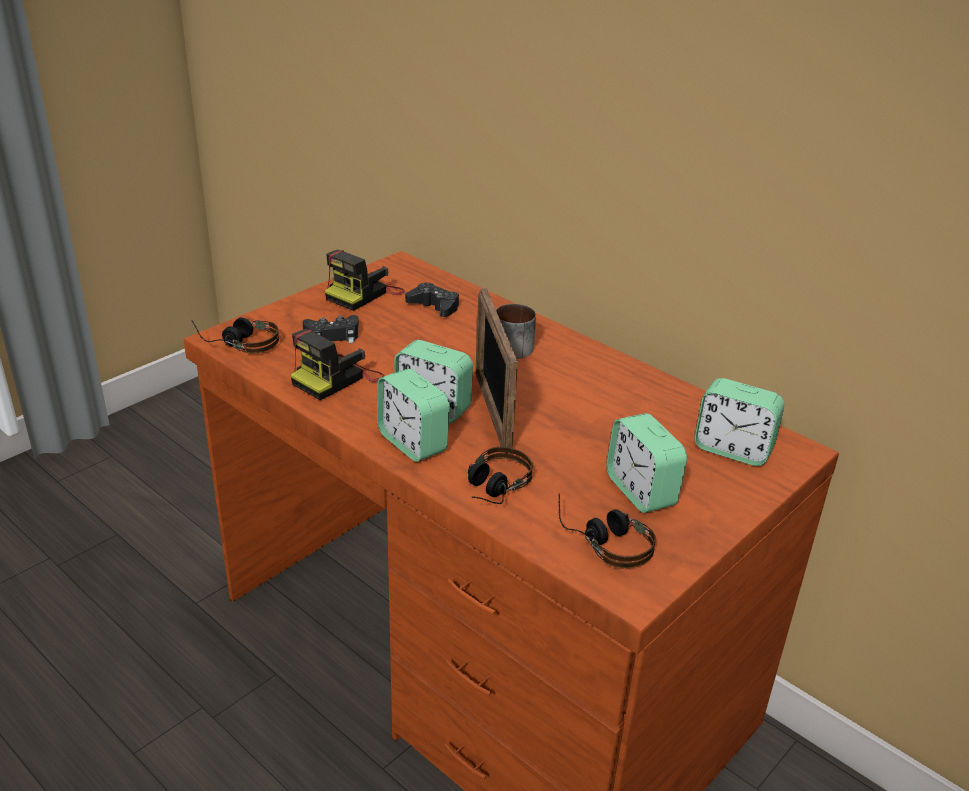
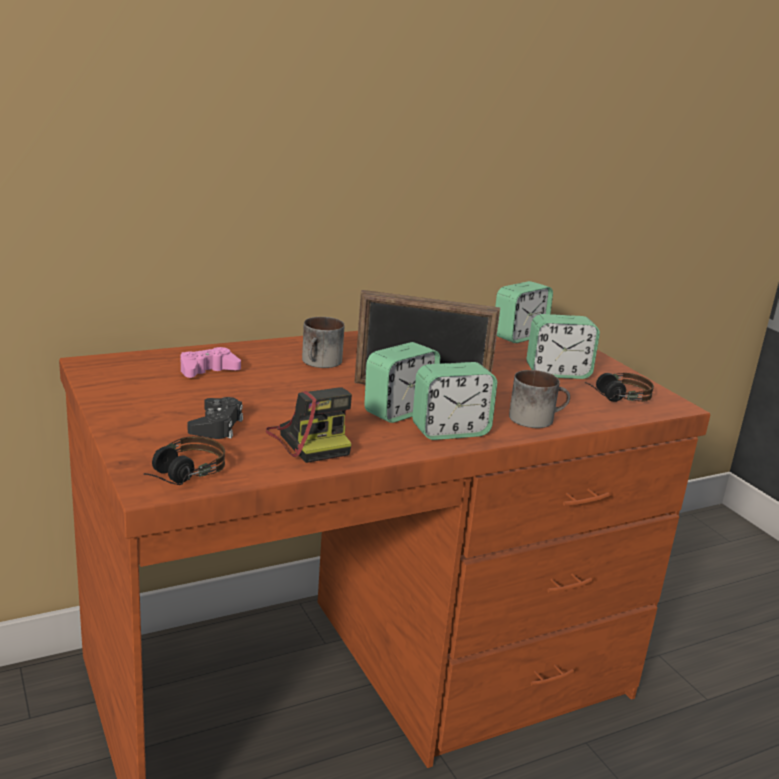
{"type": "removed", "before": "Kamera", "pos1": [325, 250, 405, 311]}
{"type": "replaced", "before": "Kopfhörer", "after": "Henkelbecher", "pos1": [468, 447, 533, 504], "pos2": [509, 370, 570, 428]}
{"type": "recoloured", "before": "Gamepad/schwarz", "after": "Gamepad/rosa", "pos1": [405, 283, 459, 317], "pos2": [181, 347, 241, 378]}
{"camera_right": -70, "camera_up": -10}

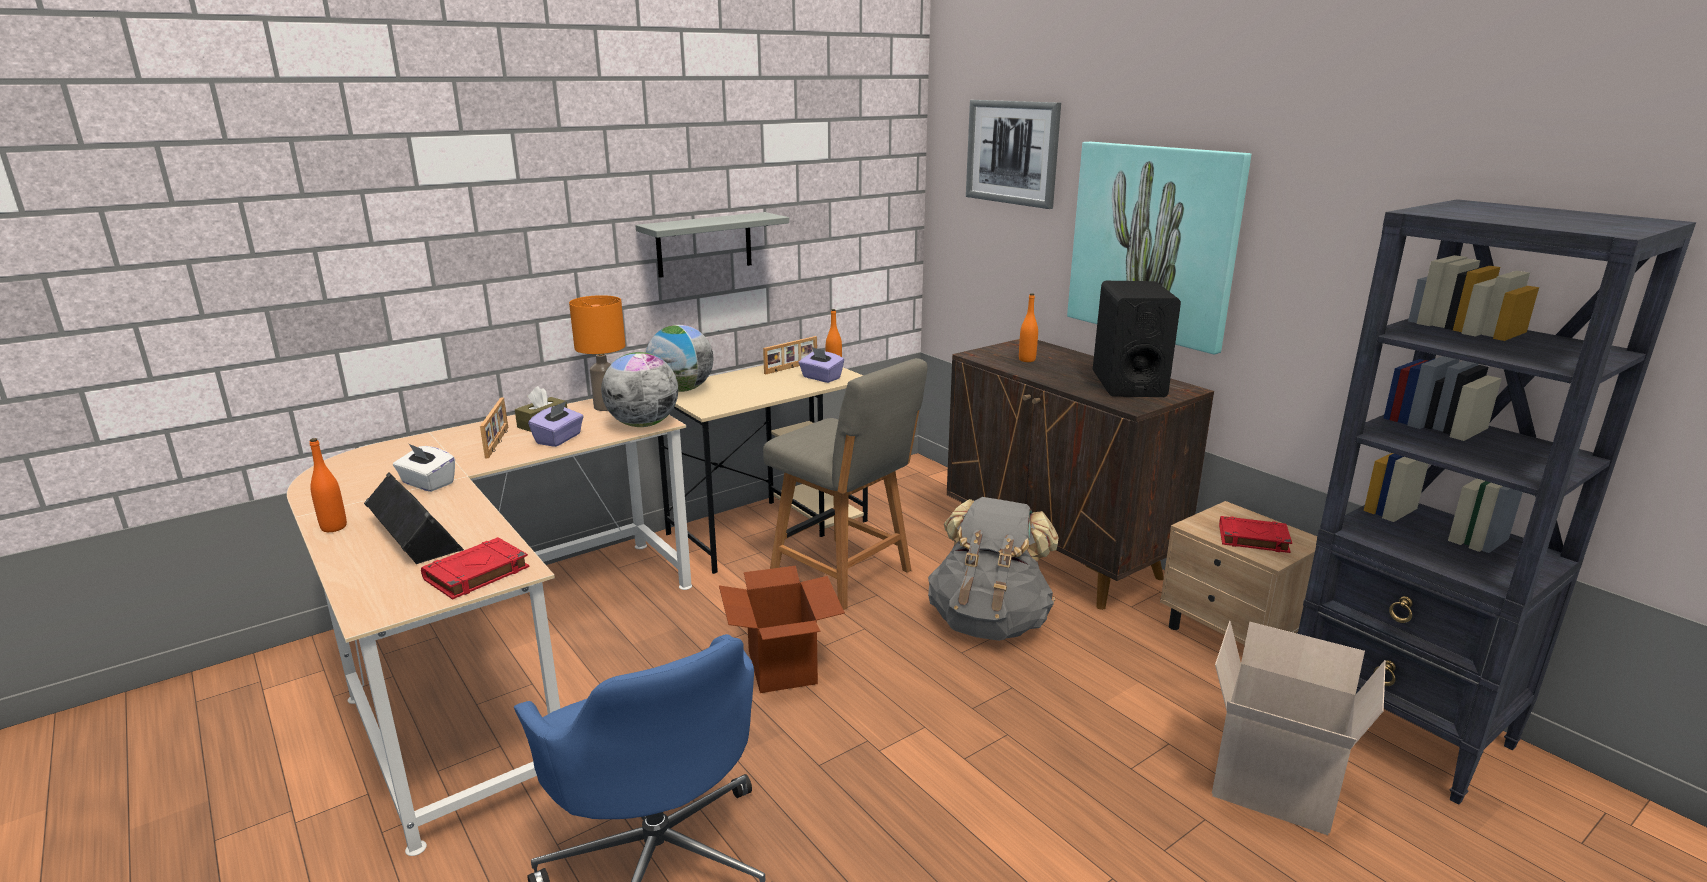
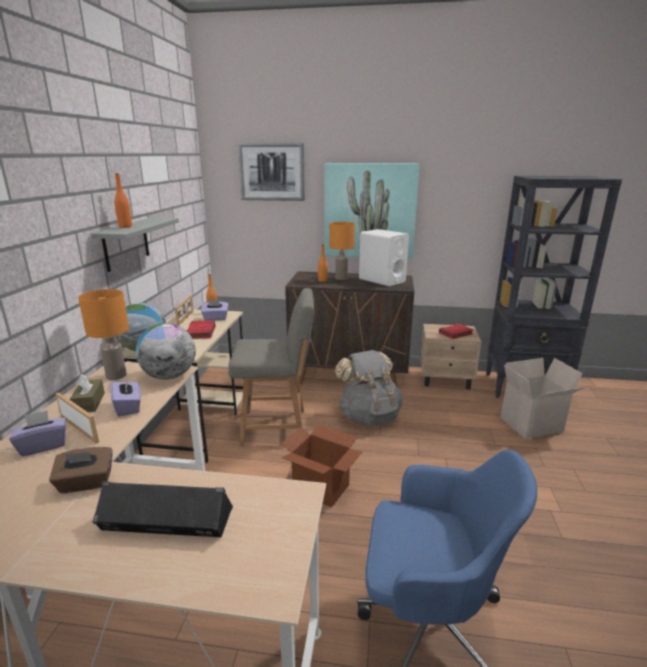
{"type": "added", "after": "Taschentuchbox/lila", "pos2": [9, 410, 66, 457]}
{"type": "added", "after": "Tischlampe/orange", "pos2": [329, 222, 355, 280]}
{"type": "moved", "before": "Flasche/orange", "pos1": [310, 438, 347, 532], "pos2": [115, 174, 132, 228]}
{"type": "moved", "before": "Buch/rot", "pos1": [421, 537, 529, 600], "pos2": [186, 320, 216, 339]}
{"type": "recoloured", "before": "Taschentuchbox/weiß", "after": "Taschentuchbox/braun", "pos1": [393, 443, 455, 492], "pos2": [49, 447, 113, 494]}
{"type": "recoloured", "before": "Lautsprecher/schwarz", "after": "Lautsprecher/weiß", "pos1": [1093, 281, 1181, 397], "pos2": [359, 229, 409, 286]}
{"camera_right": -45, "camera_up": 0}

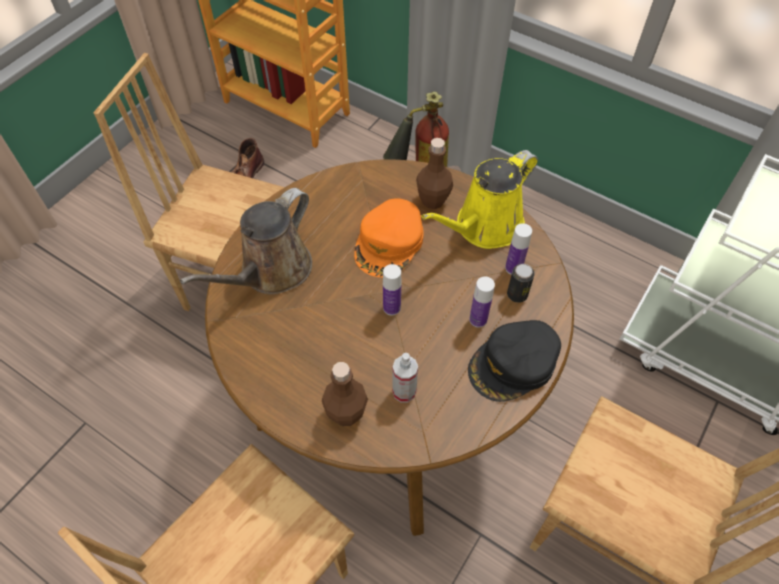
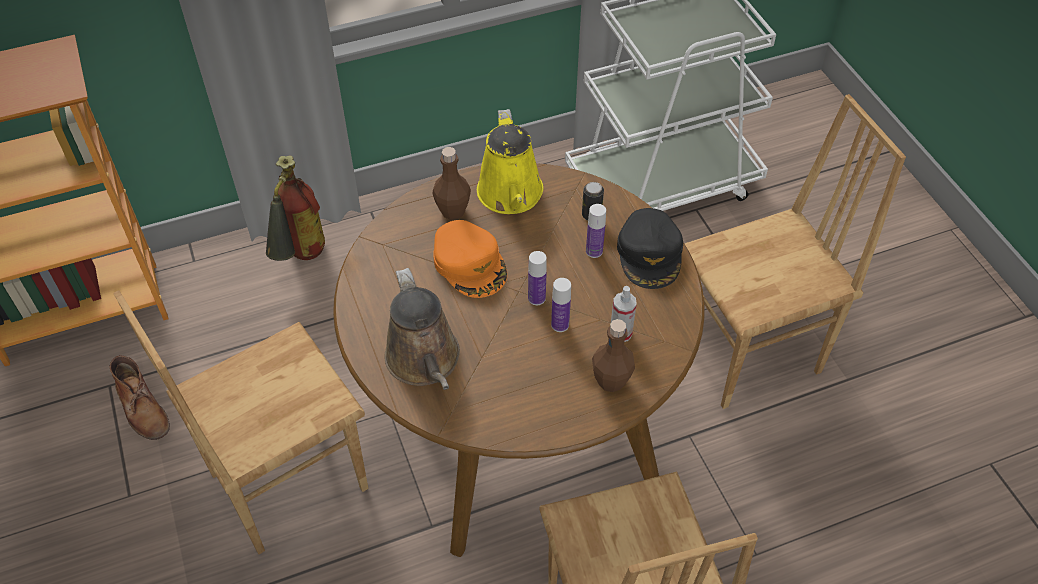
{"type": "moved", "before": "Flasche", "pos1": [505, 223, 532, 275], "pos2": [551, 278, 571, 332]}
{"camera_right": -55, "camera_up": -5}

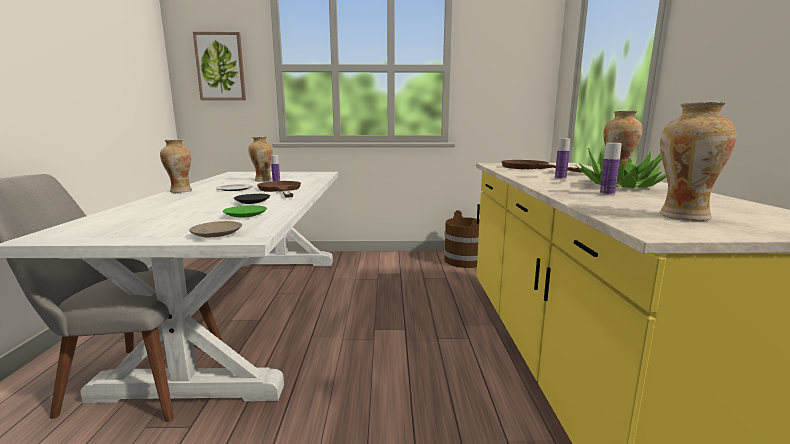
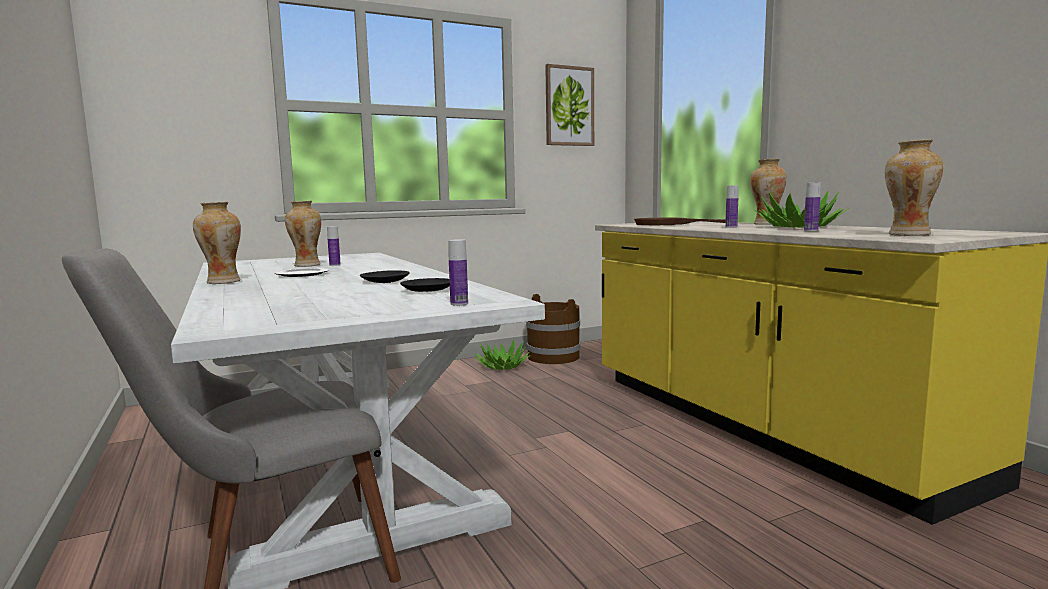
{"type": "removed", "before": "Pfanne/braun", "pos1": [257, 181, 301, 198]}
{"type": "added", "after": "Topfpflanze", "pos2": [474, 339, 530, 370]}
{"type": "moved", "before": "Bild", "pos1": [193, 32, 246, 100], "pos2": [545, 64, 594, 146]}
{"type": "replaced", "before": "Teller/beige", "after": "Flasche", "pos1": [189, 221, 242, 238], "pos2": [448, 239, 468, 306]}
{"type": "recoloured", "before": "Teller/grün", "after": "Teller/schwarz", "pos1": [223, 205, 267, 218], "pos2": [400, 278, 450, 292]}
{"camera_right": -25, "camera_up": -5}

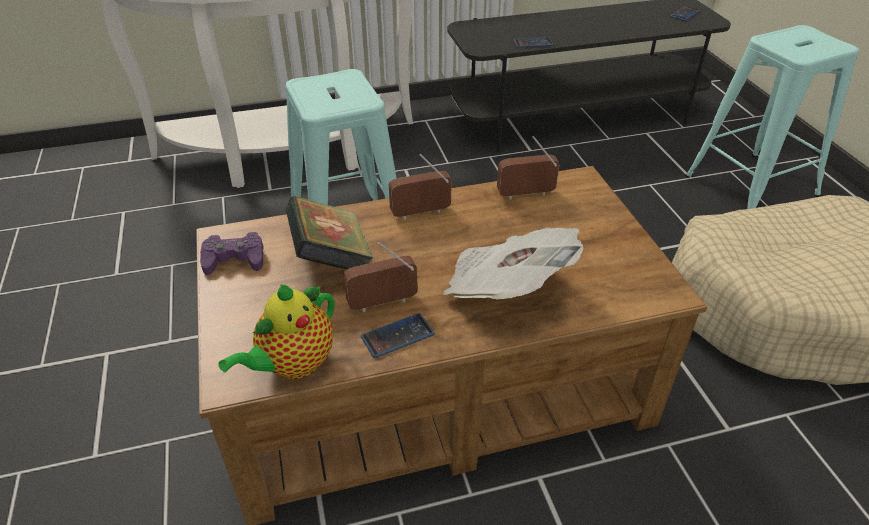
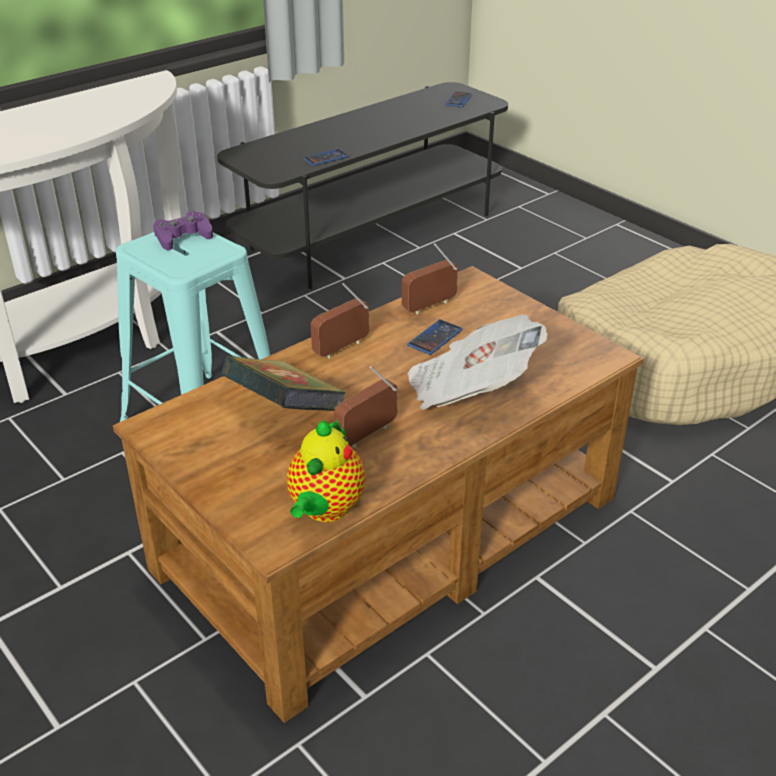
{"type": "removed", "before": "Hocker/türkis", "pos1": [685, 25, 859, 209]}
{"type": "moved", "before": "Gamepad/lila", "pos1": [200, 232, 264, 275], "pos2": [153, 211, 213, 250]}
{"type": "moved", "before": "Handy", "pos1": [361, 313, 435, 358], "pos2": [407, 319, 463, 355]}
{"camera_right": -25, "camera_up": -5}

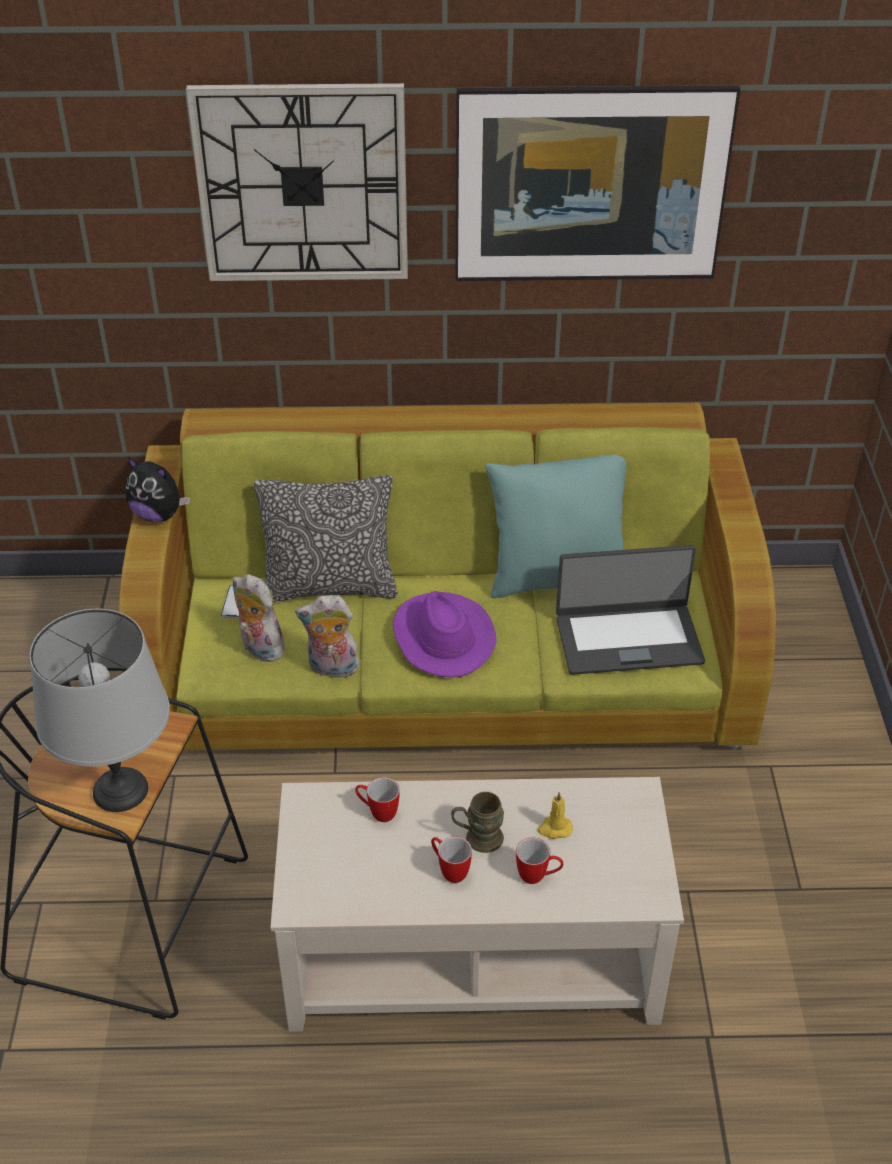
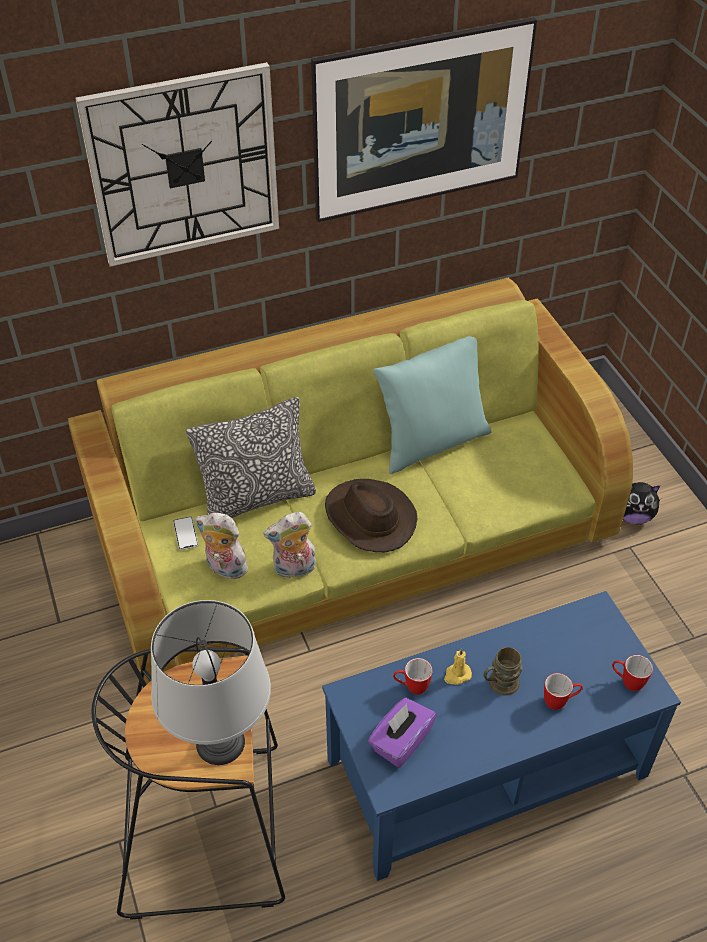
{"type": "removed", "before": "Laptop", "pos1": [556, 545, 705, 675]}
{"type": "added", "after": "Taschentuchbox/lila", "pos2": [368, 698, 436, 768]}
{"type": "moved", "before": "Plüschtier", "pos1": [126, 457, 190, 522], "pos2": [623, 482, 661, 524]}
{"type": "moved", "before": "Henkelbecher", "pos1": [431, 836, 472, 883], "pos2": [612, 655, 653, 691]}
{"type": "moved", "before": "Kerze/gelb", "pos1": [538, 792, 573, 839], "pos2": [444, 648, 472, 685]}
{"type": "recoloured", "before": "Couchtisch/beige", "after": "Couchtisch/blau", "pos1": [270, 777, 684, 1032], "pos2": [322, 591, 681, 881]}
{"type": "recoloured", "before": "Hut/lila", "after": "Hut/braun", "pos1": [393, 591, 497, 678], "pos2": [325, 479, 417, 552]}
{"camera_right": -20, "camera_up": 5}

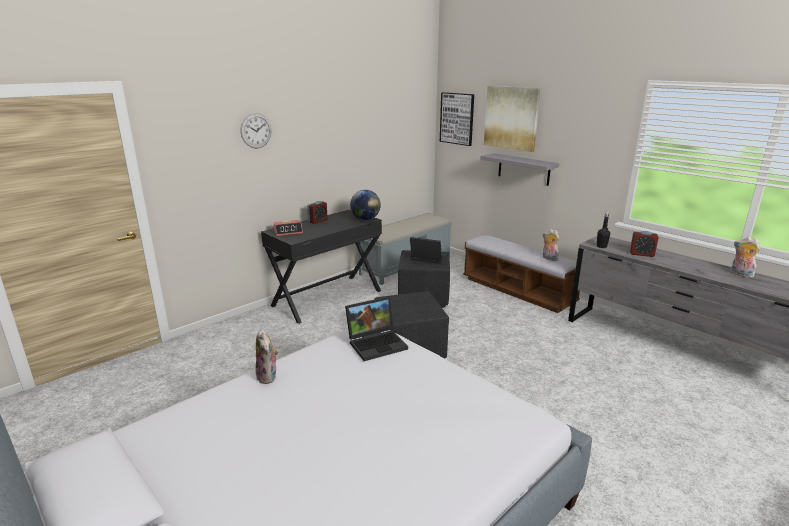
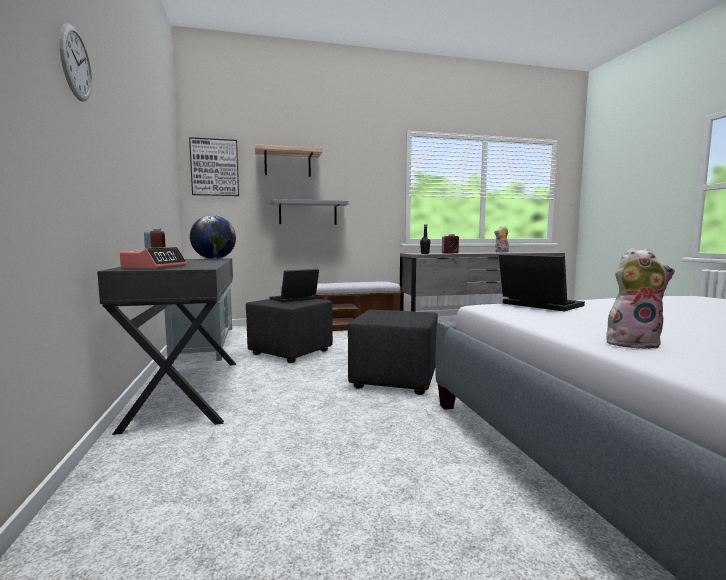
{"type": "removed", "before": "Plüschtier", "pos1": [543, 229, 559, 261]}
{"type": "replaced", "before": "Bild", "after": "Wandregal", "pos1": [484, 86, 541, 152], "pos2": [255, 144, 323, 177]}
{"type": "turned", "before": "Laptop", "pos1": [345, 297, 408, 361], "pos2": [499, 253, 585, 312], "turn": -45}
{"camera_right": -60, "camera_up": -15}

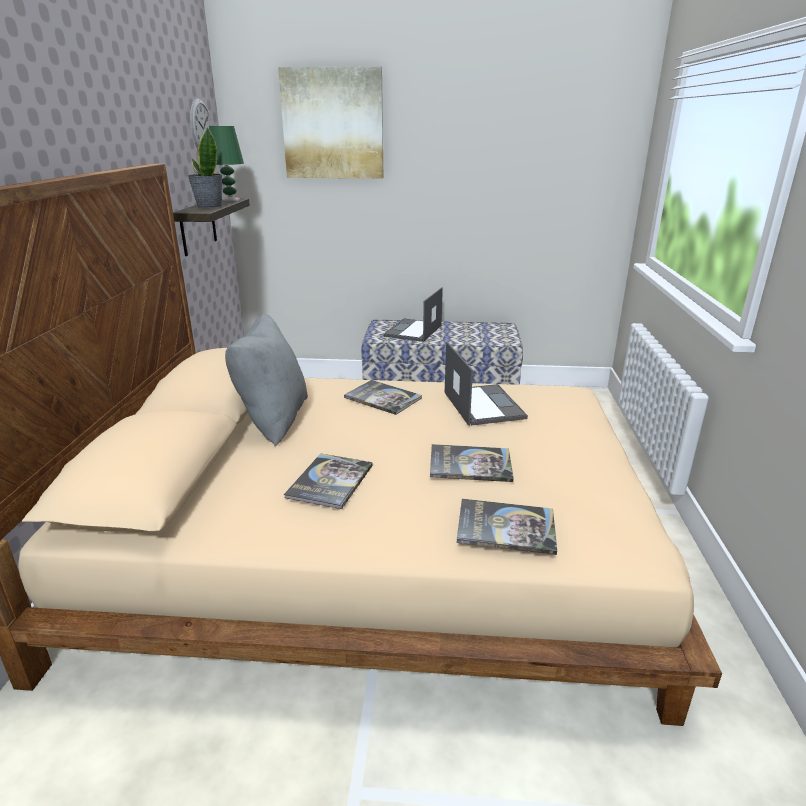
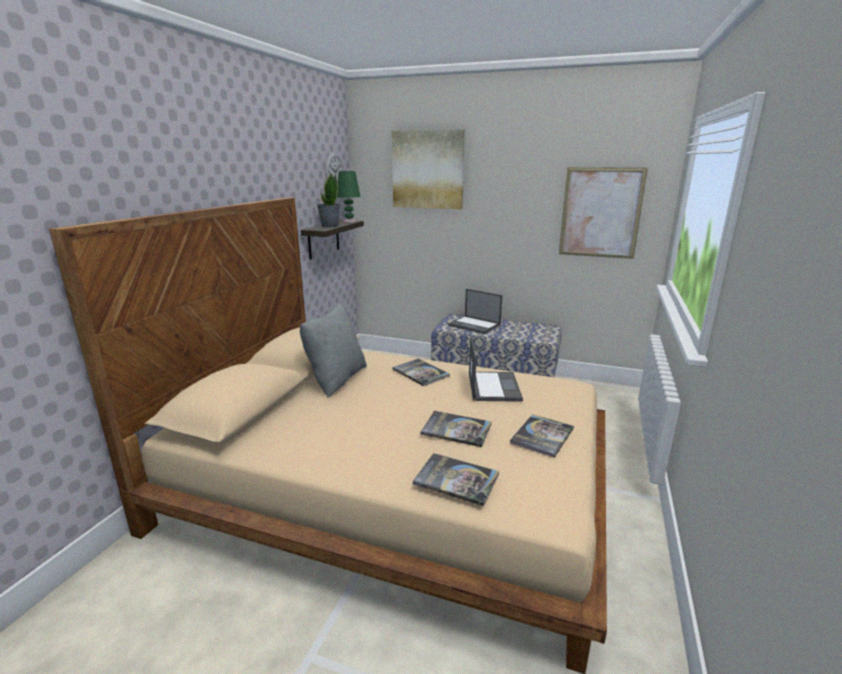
{"type": "added", "after": "Bild", "pos2": [559, 167, 648, 259]}
{"type": "moved", "before": "Buch", "pos1": [284, 453, 373, 509], "pos2": [510, 414, 574, 458]}
{"type": "turned", "before": "Laptop", "pos1": [384, 287, 443, 342], "pos2": [448, 289, 502, 334], "turn": -90}
{"camera_right": 15, "camera_up": -5}

